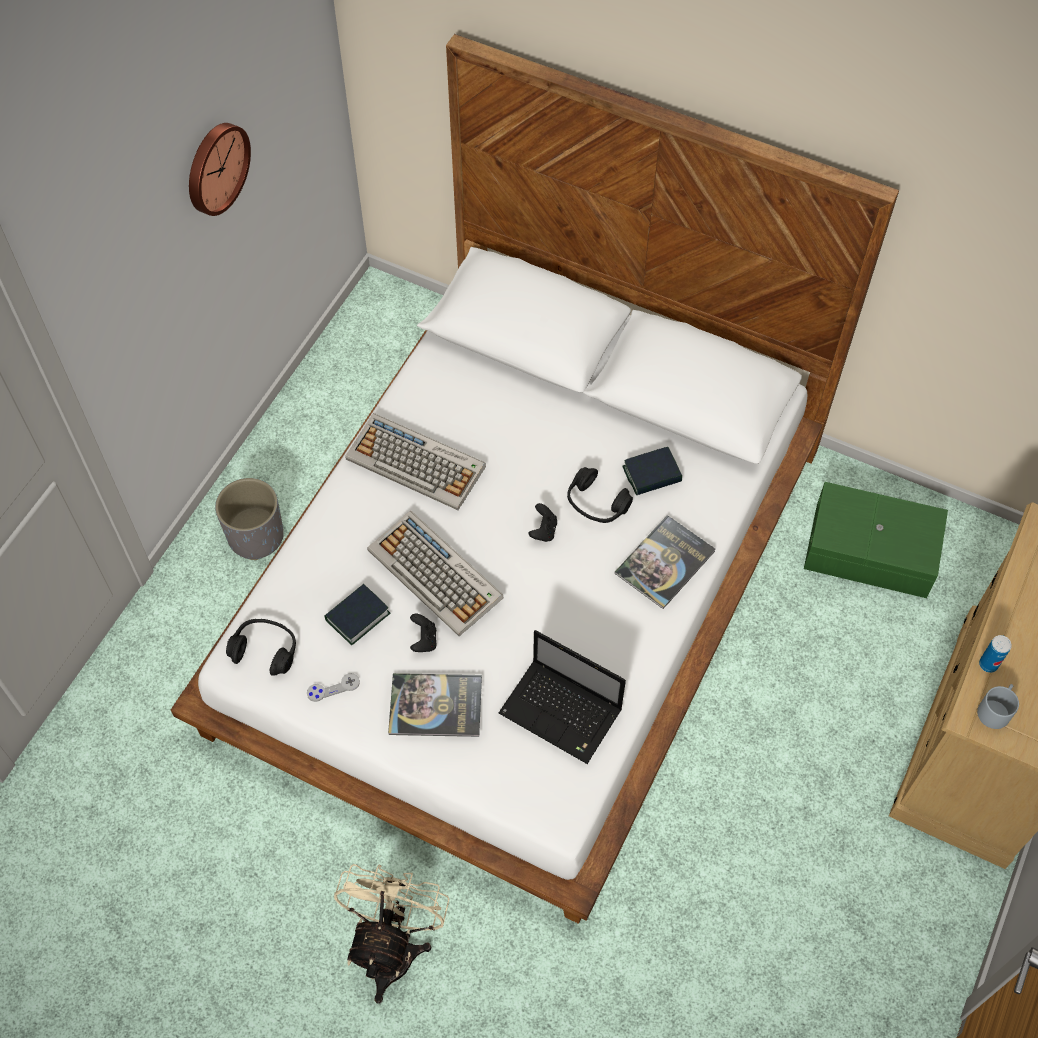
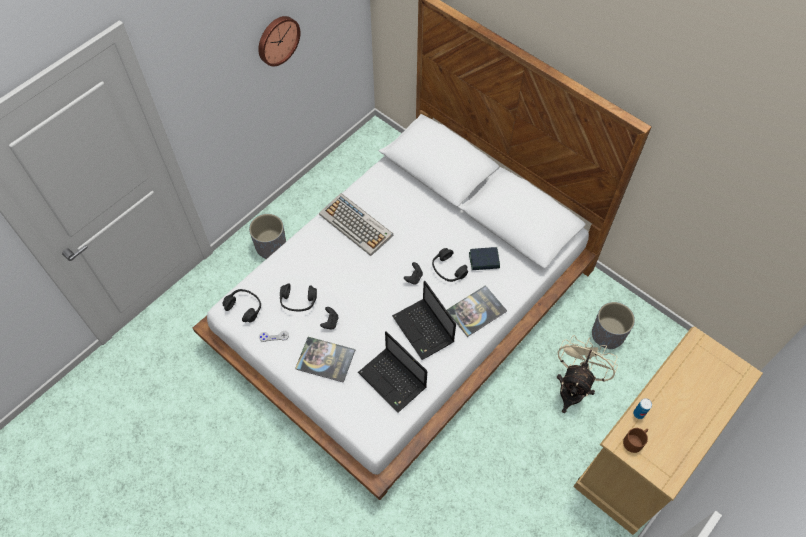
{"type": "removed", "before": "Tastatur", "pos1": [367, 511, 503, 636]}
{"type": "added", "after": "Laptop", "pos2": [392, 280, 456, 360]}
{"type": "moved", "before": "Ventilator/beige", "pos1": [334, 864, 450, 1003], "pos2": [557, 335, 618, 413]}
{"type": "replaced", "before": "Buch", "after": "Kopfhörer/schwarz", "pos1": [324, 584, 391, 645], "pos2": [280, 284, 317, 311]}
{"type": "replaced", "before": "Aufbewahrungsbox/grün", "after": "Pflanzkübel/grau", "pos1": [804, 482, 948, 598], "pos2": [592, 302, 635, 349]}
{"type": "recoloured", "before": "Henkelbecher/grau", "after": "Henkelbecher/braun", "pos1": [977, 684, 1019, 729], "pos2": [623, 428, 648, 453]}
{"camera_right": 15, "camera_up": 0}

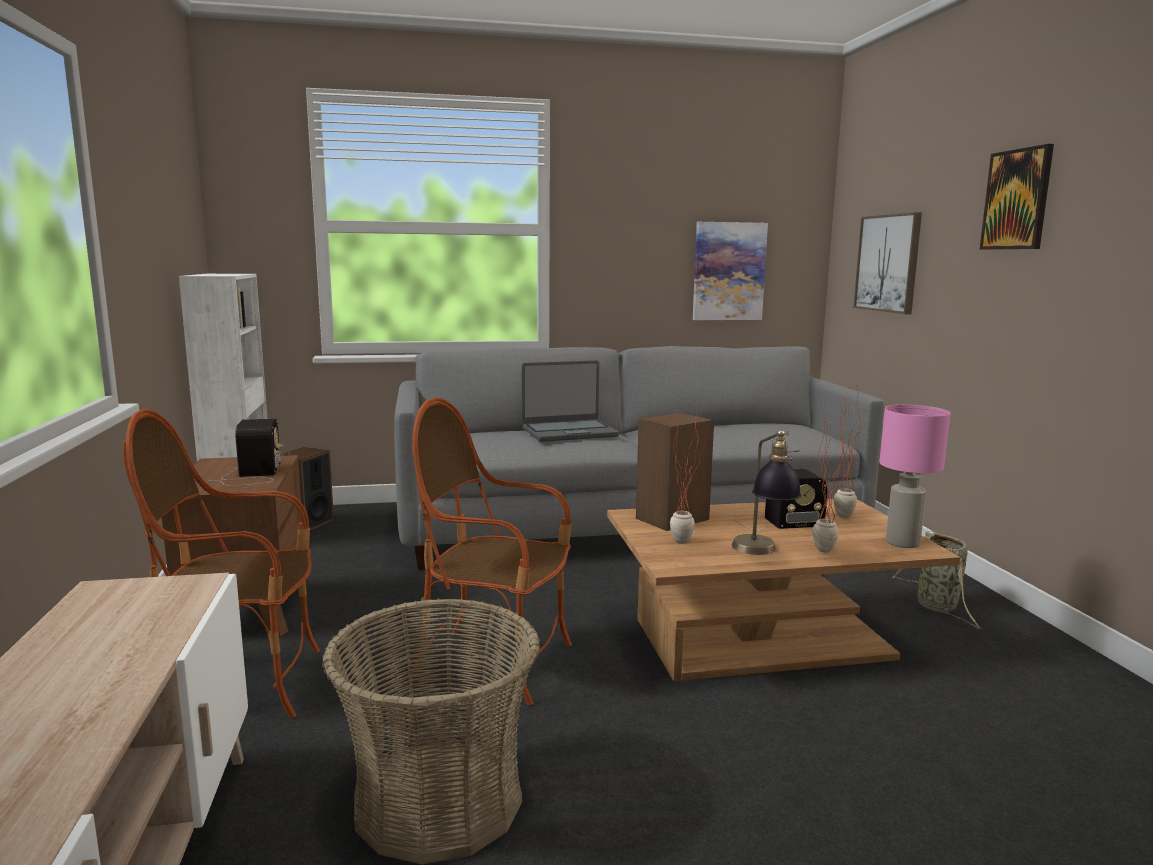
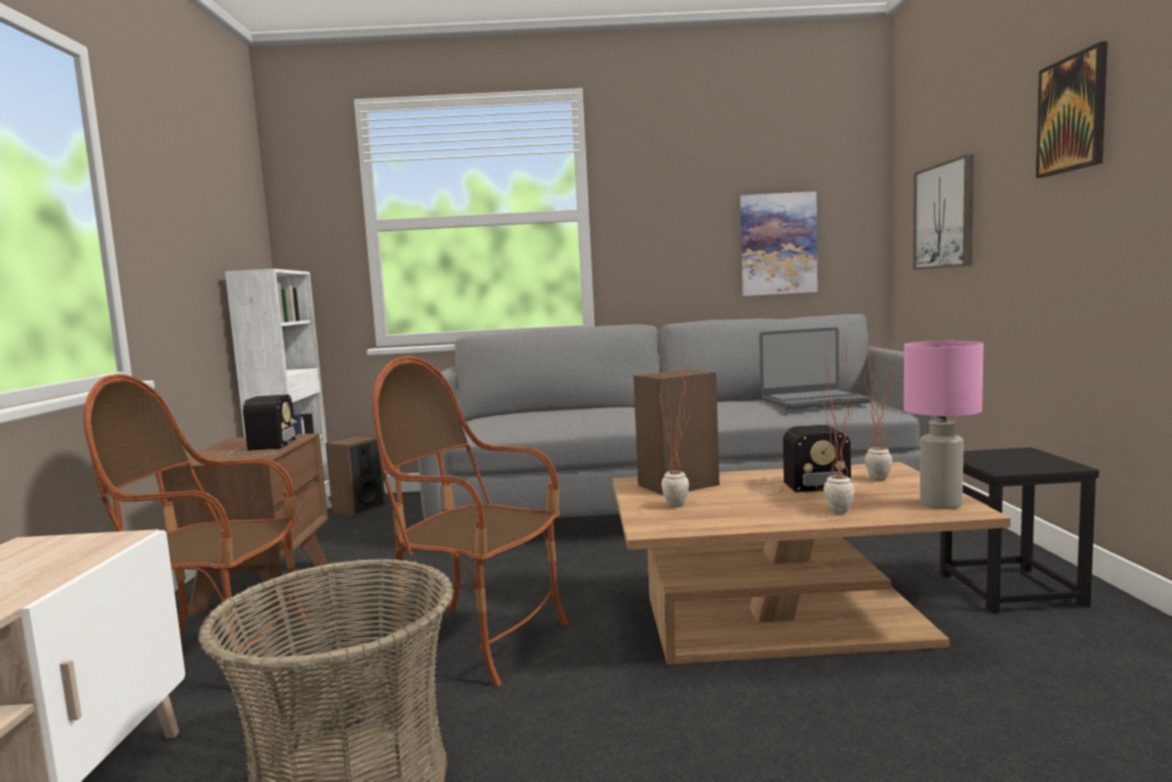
{"type": "removed", "before": "Tischlampe", "pos1": [732, 430, 801, 555]}
{"type": "moved", "before": "Laptop", "pos1": [522, 360, 619, 442], "pos2": [759, 327, 871, 409]}
{"type": "replaced", "before": "Korb", "after": "Hocker/schwarz", "pos1": [892, 531, 982, 629], "pos2": [940, 447, 1099, 613]}
{"camera_right": 10, "camera_up": -5}

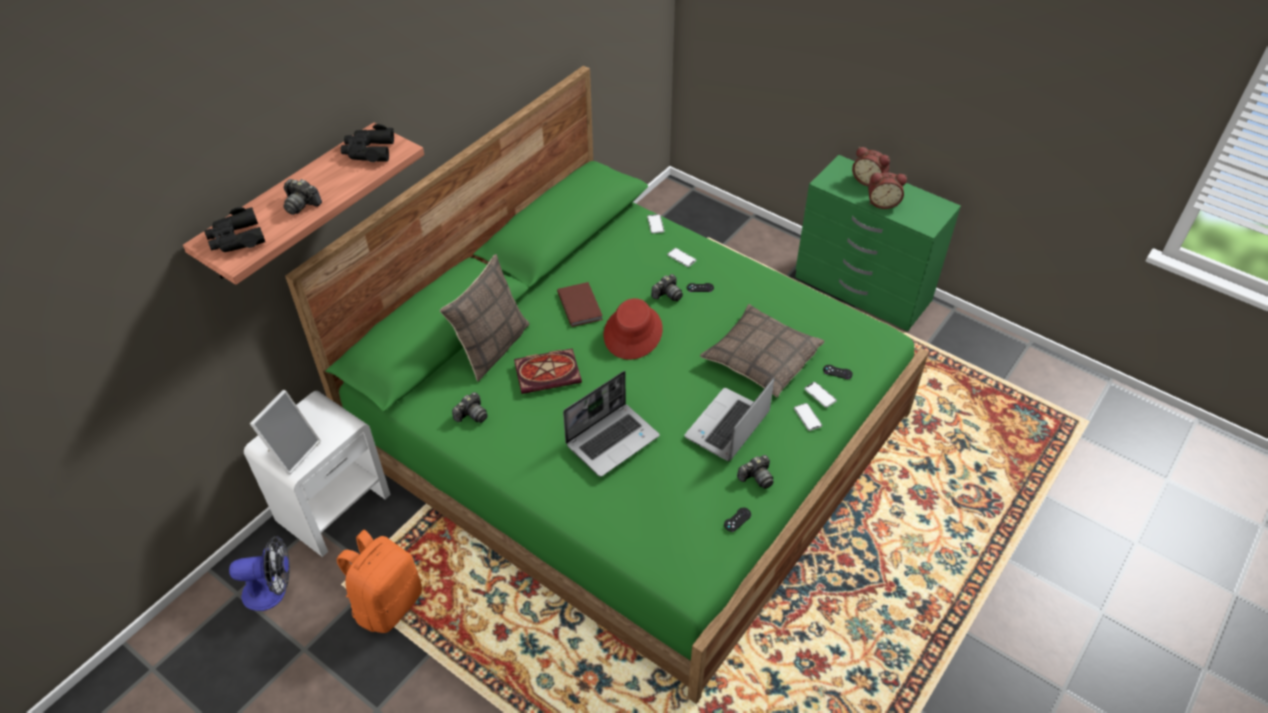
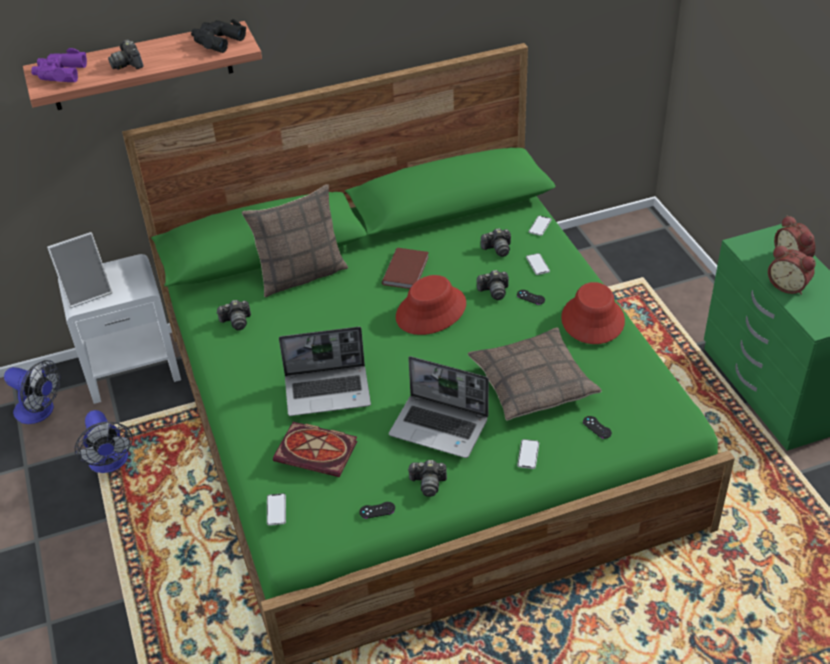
{"type": "added", "after": "Kamera", "pos2": [480, 228, 511, 257]}
{"type": "added", "after": "Hut/rot", "pos2": [561, 282, 625, 344]}
{"type": "moved", "before": "Buch", "pos1": [514, 348, 582, 394], "pos2": [273, 422, 358, 477]}
{"type": "moved", "before": "Handy", "pos1": [804, 382, 837, 408], "pos2": [267, 493, 286, 526]}
{"type": "replaced", "before": "Rucksack/orange", "after": "Ventilator", "pos1": [337, 530, 422, 633], "pos2": [74, 410, 133, 473]}
{"type": "recoloured", "before": "Fernglas/schwarz", "after": "Fernglas/lila", "pos1": [204, 207, 265, 252], "pos2": [31, 48, 87, 82]}
{"type": "turned", "before": "Laptop", "pos1": [684, 378, 775, 461], "pos2": [389, 356, 489, 458], "turn": -135}
{"camera_right": 35, "camera_up": -5}

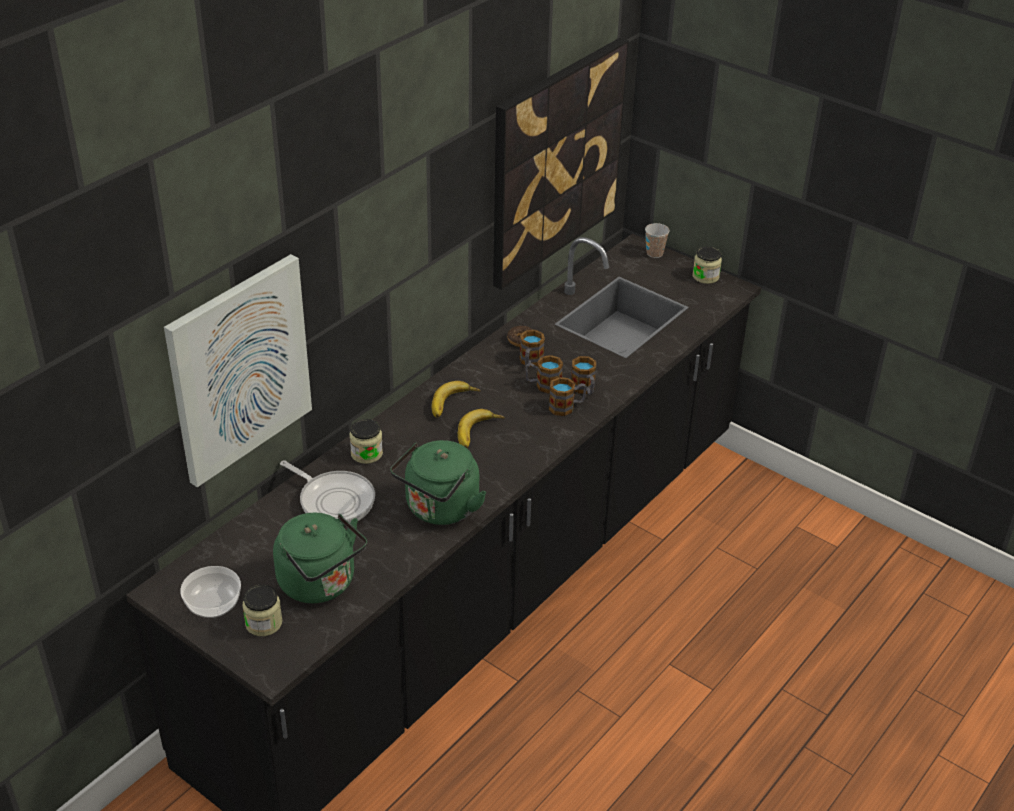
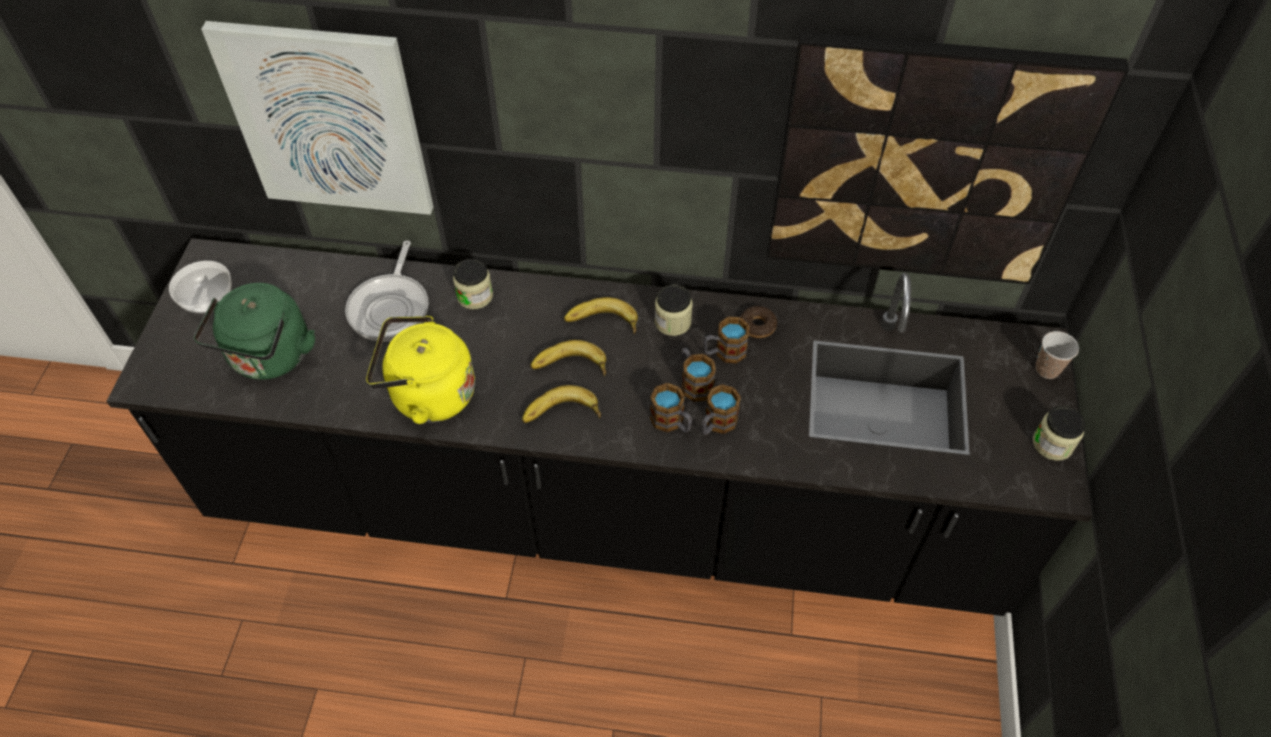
{"type": "added", "after": "Banane", "pos2": [522, 385, 601, 423]}
{"type": "moved", "before": "Vorratsglas", "pos1": [242, 585, 282, 636], "pos2": [655, 284, 693, 336]}
{"type": "recoloured", "before": "Wasserkessel/grün", "after": "Wasserkessel/gelb", "pos1": [390, 440, 487, 525], "pos2": [366, 316, 475, 424]}
{"camera_right": 60, "camera_up": 15}

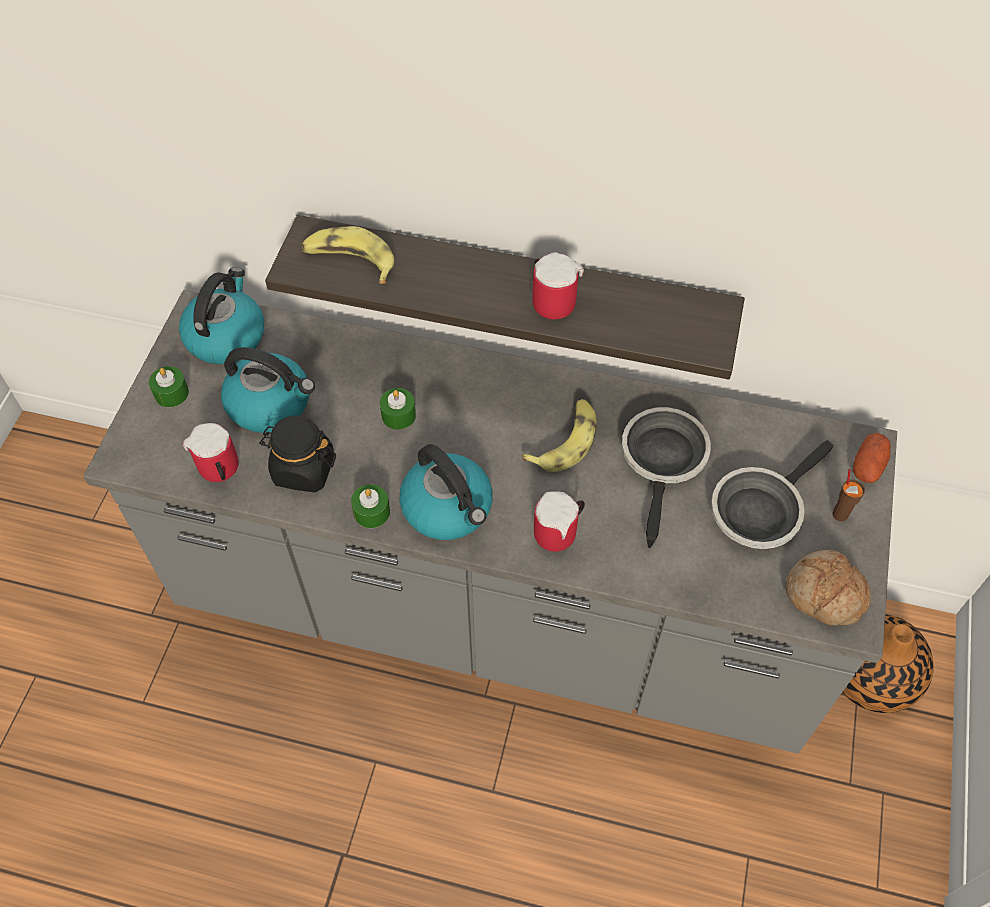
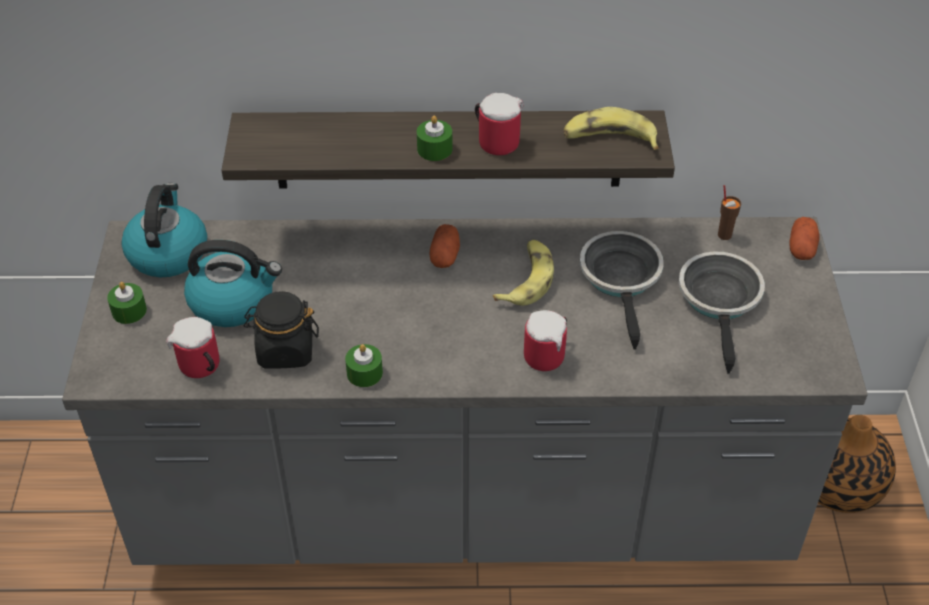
{"type": "removed", "before": "Wasserkessel", "pos1": [399, 444, 493, 540]}
{"type": "removed", "before": "Brot", "pos1": [785, 550, 871, 626]}
{"type": "added", "after": "Kartoffel", "pos2": [430, 224, 460, 268]}
{"type": "moved", "before": "Banane", "pos1": [302, 226, 395, 284], "pos2": [564, 107, 659, 150]}
{"type": "moved", "before": "Kerze/grün", "pos1": [380, 388, 416, 429], "pos2": [417, 115, 453, 161]}
{"type": "moved", "before": "Tasse/braun", "pos1": [833, 469, 865, 521], "pos2": [718, 185, 741, 240]}
{"type": "turned", "before": "Pfanne", "pos1": [711, 440, 834, 549], "pos2": [679, 251, 765, 374], "turn": 150}
{"camera_right": -15, "camera_up": -10}

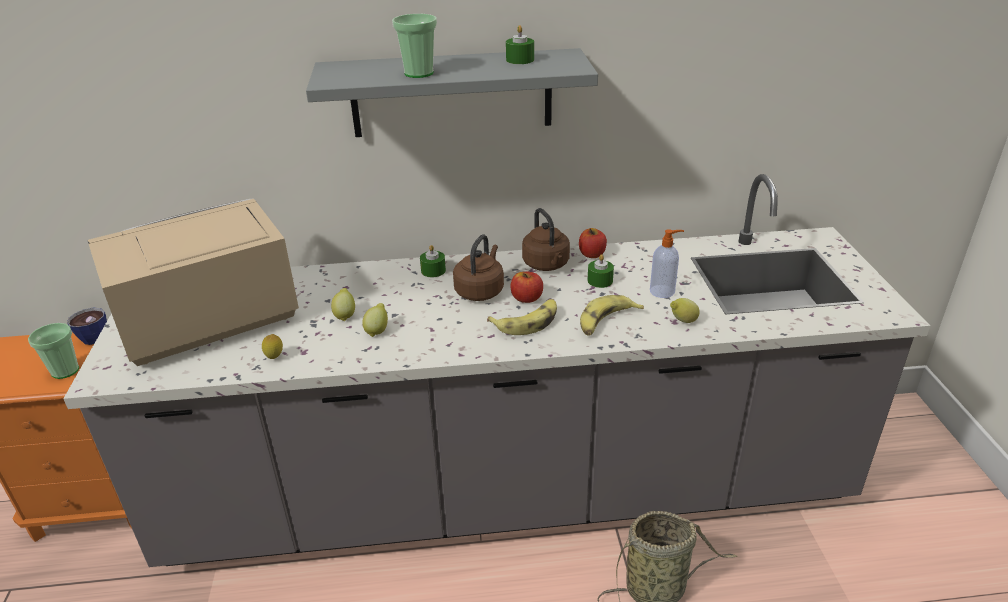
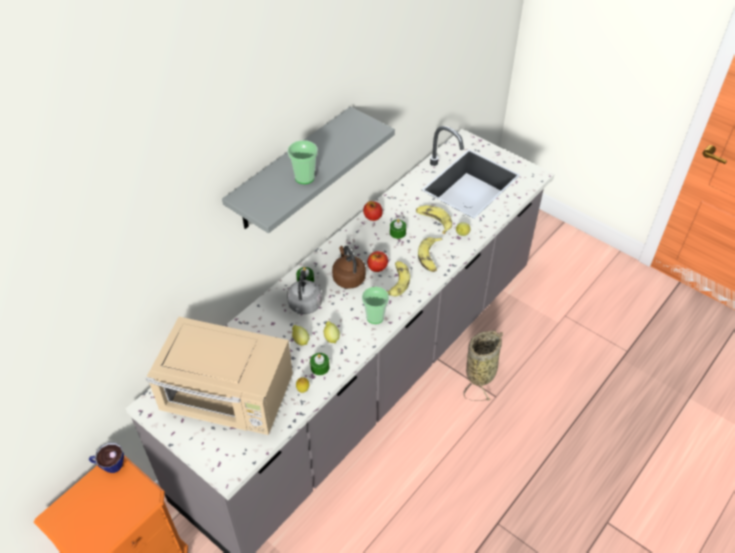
{"type": "removed", "before": "Wasserkessel/braun", "pos1": [522, 208, 570, 271]}
{"type": "added", "after": "Wasserkessel/grau", "pos2": [287, 270, 322, 314]}
{"type": "moved", "before": "Tasse", "pos1": [28, 323, 79, 379], "pos2": [362, 286, 389, 324]}
{"type": "moved", "before": "Kerze/grün", "pos1": [506, 25, 534, 64], "pos2": [310, 353, 329, 375]}
{"type": "replaced", "before": "Seifenspender", "after": "Banane", "pos1": [650, 229, 684, 298], "pos2": [416, 205, 452, 234]}
{"type": "turned", "before": "Mikrowelle/beige", "pos1": [87, 198, 299, 366], "pos2": [146, 317, 293, 435], "turn": -90}
{"camera_right": -45, "camera_up": 15}

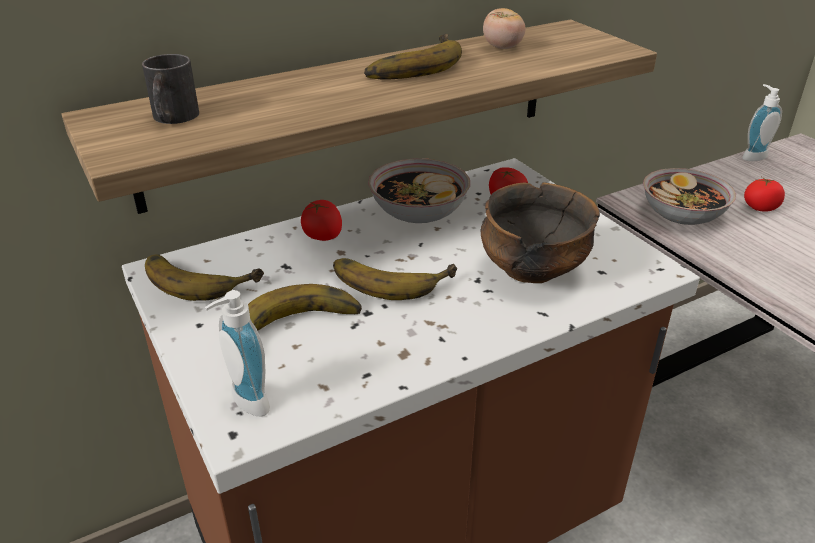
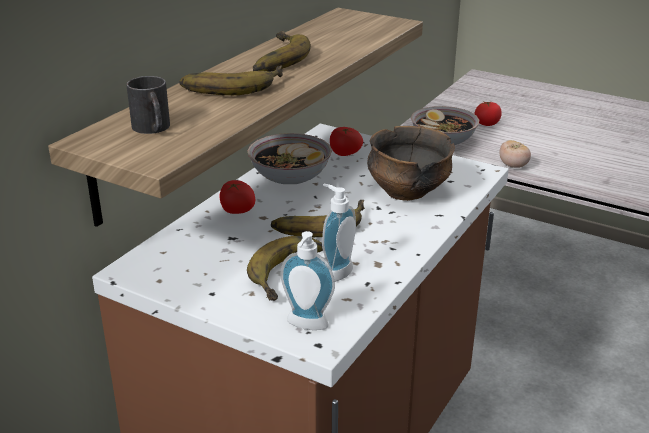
{"type": "moved", "before": "Banane", "pos1": [145, 254, 264, 301], "pos2": [179, 65, 283, 95]}
{"type": "moved", "before": "Tomate", "pos1": [483, 8, 525, 49], "pos2": [499, 140, 531, 168]}
{"type": "moved", "before": "Seifenspender", "pos1": [742, 84, 782, 161], "pos2": [322, 184, 356, 282]}
{"camera_right": -30, "camera_up": -5}

